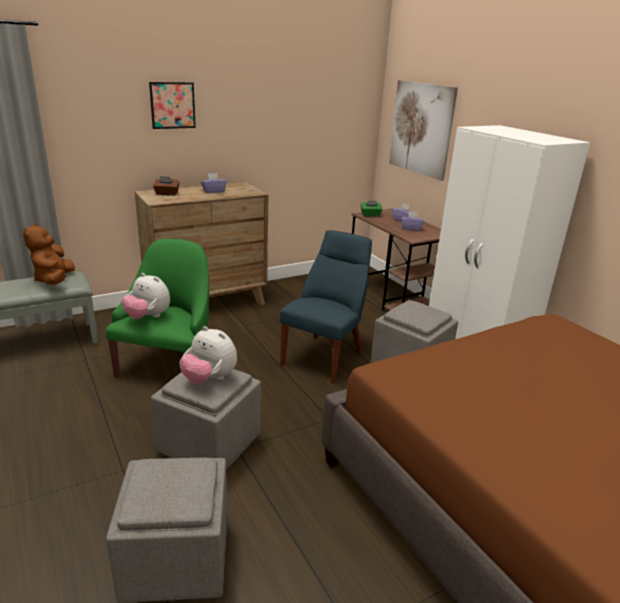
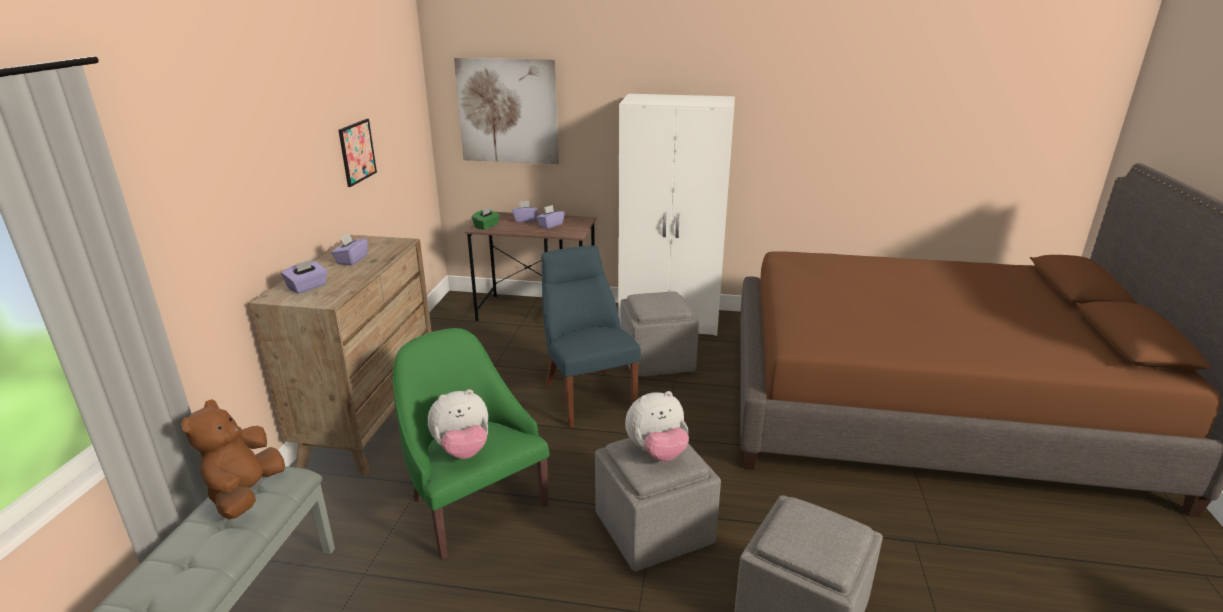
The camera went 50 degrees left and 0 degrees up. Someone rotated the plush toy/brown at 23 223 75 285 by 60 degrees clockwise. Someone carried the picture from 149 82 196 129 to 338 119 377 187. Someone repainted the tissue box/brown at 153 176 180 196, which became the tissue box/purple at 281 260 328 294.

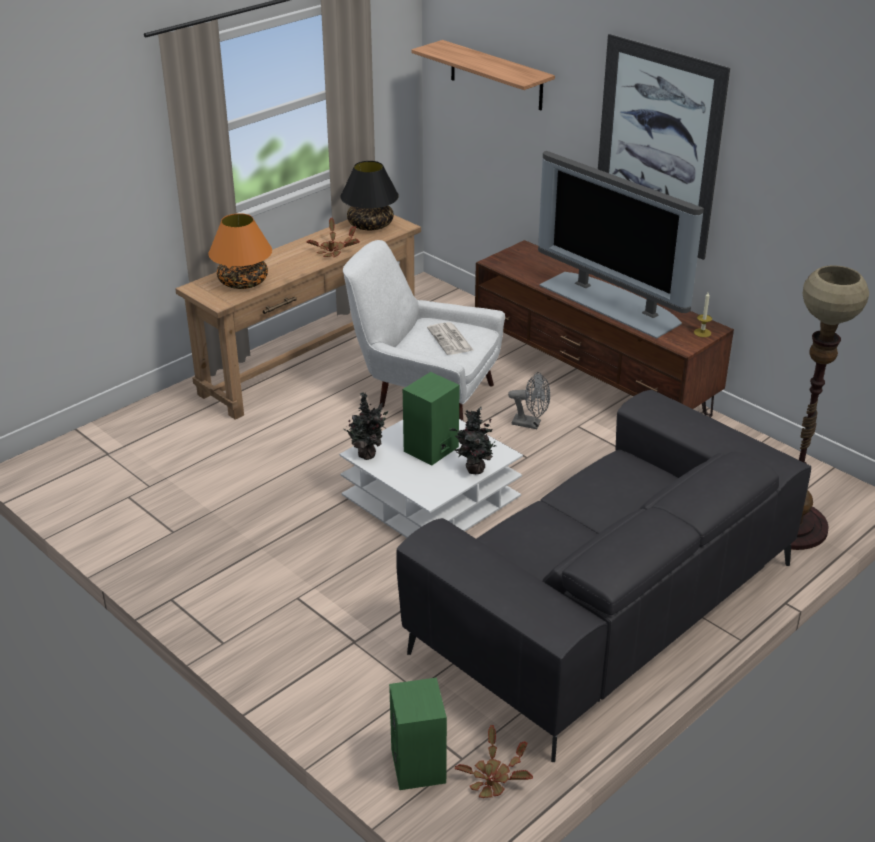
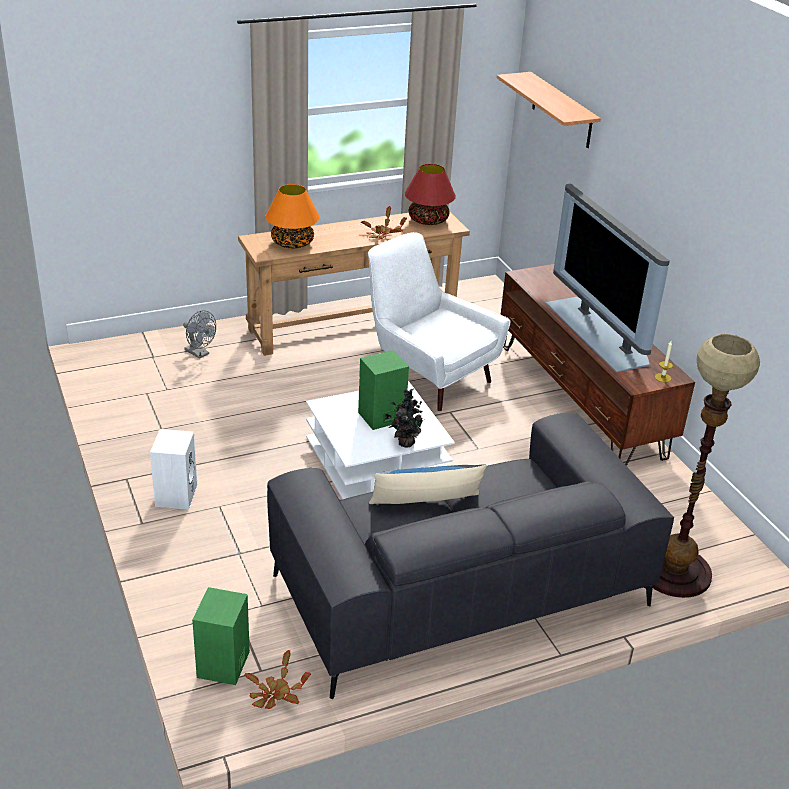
The camera went 20 degrees right and 0 degrees up. Someone repainted the table lamp/black at 340 161 399 230, which became the table lamp/red at 405 164 456 225. Someone took away the potted plant at 344 392 388 460. Someone took away the newspaper at 427 322 473 355. Someone carried the fan/grey from 508 372 550 429 to 183 310 216 359. Someone took away the picture at 598 34 730 260. Someone put down the speaker/white at 150 429 198 510. Someone put down the pillow at 369 464 486 504.

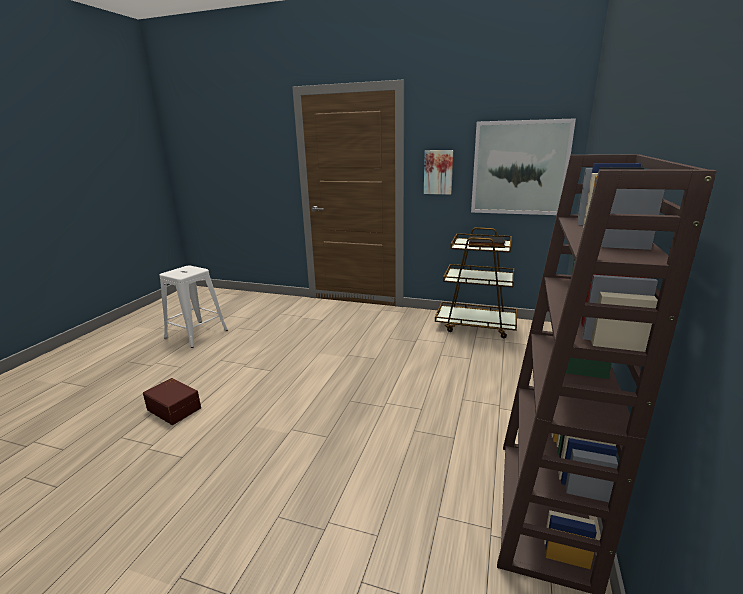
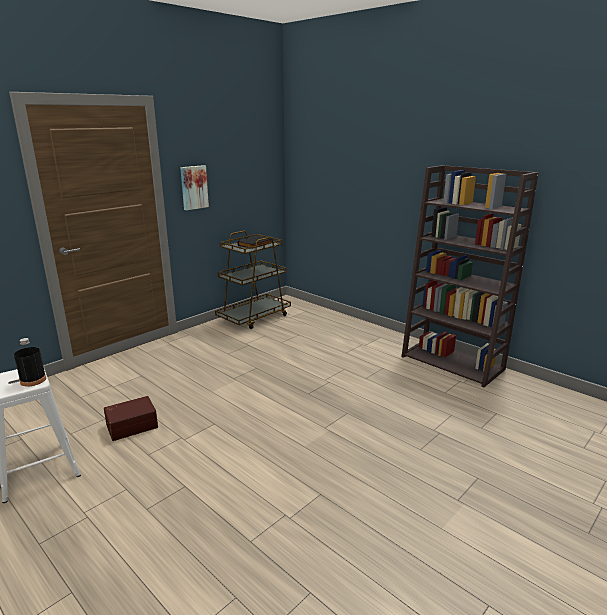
The camera went 65 degrees left and 0 degrees up. Someone carried the storage box/brown from 143 378 201 425 to 104 396 158 441. Someone took away the picture at 471 118 576 215. Someone put down the bottle/black at 14 338 46 387.

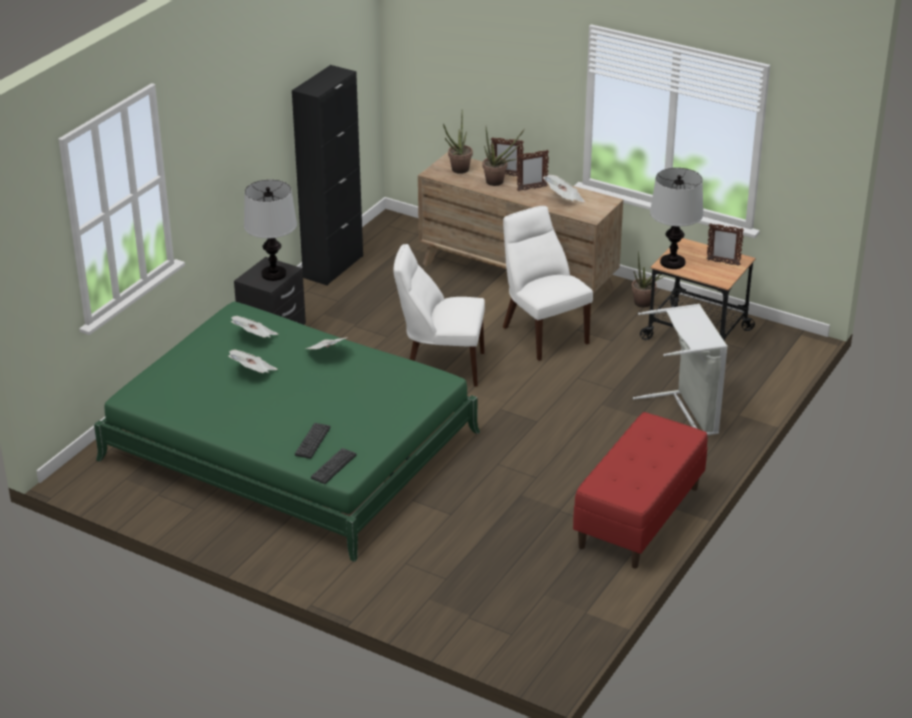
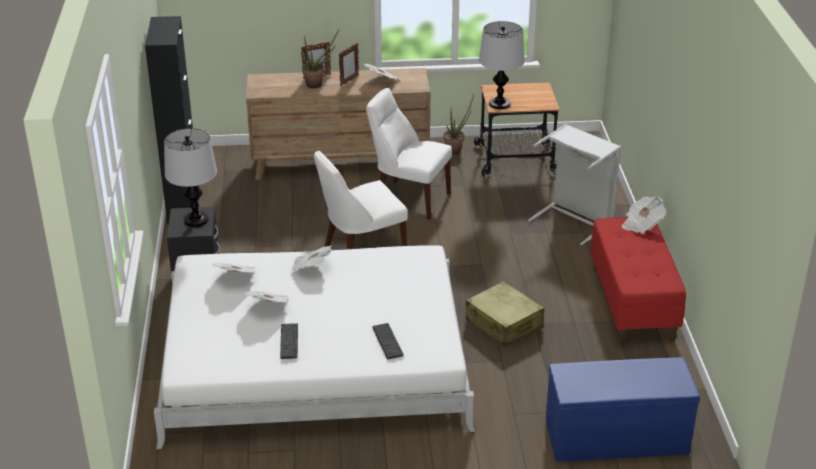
The camera went 35 degrees left and 0 degrees up. Someone repainted the bed/green at 94 302 480 562, which became the bed/white at 154 245 475 449. Someone carried the keyboard from 311 448 356 484 to 280 323 298 359. Someone took away the potted plant at 443 112 473 174. Someone took away the picture frame at 707 224 744 266. Someone put down the suitcase/beige at 466 281 544 347. Someone put down the bench/blue at 546 357 700 462. Someone put down the newspaper at 622 196 666 234.

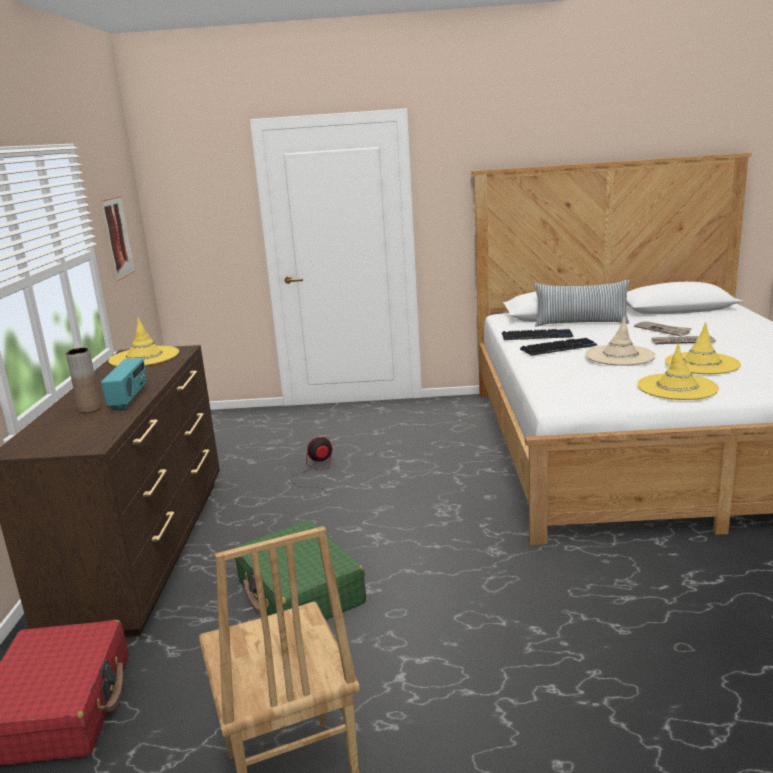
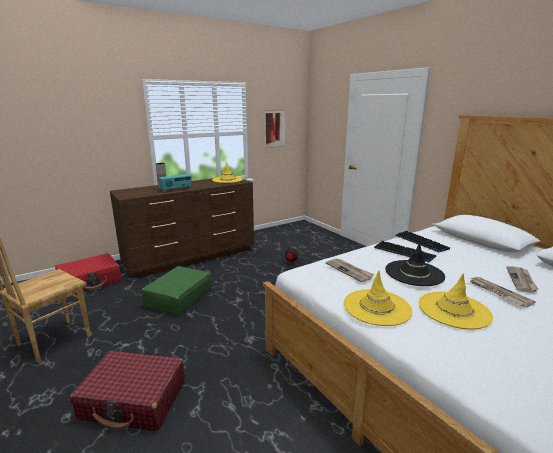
The camera went 55 degrees right and 0 degrees up. Someone took away the pillow at 534 280 629 326. Someone repainted the hat/beige at 585 317 656 366, which became the hat/black at 385 242 445 286. Someone put down the suitcase/red at 70 351 185 431. Someone put down the newspaper at 326 259 375 282.

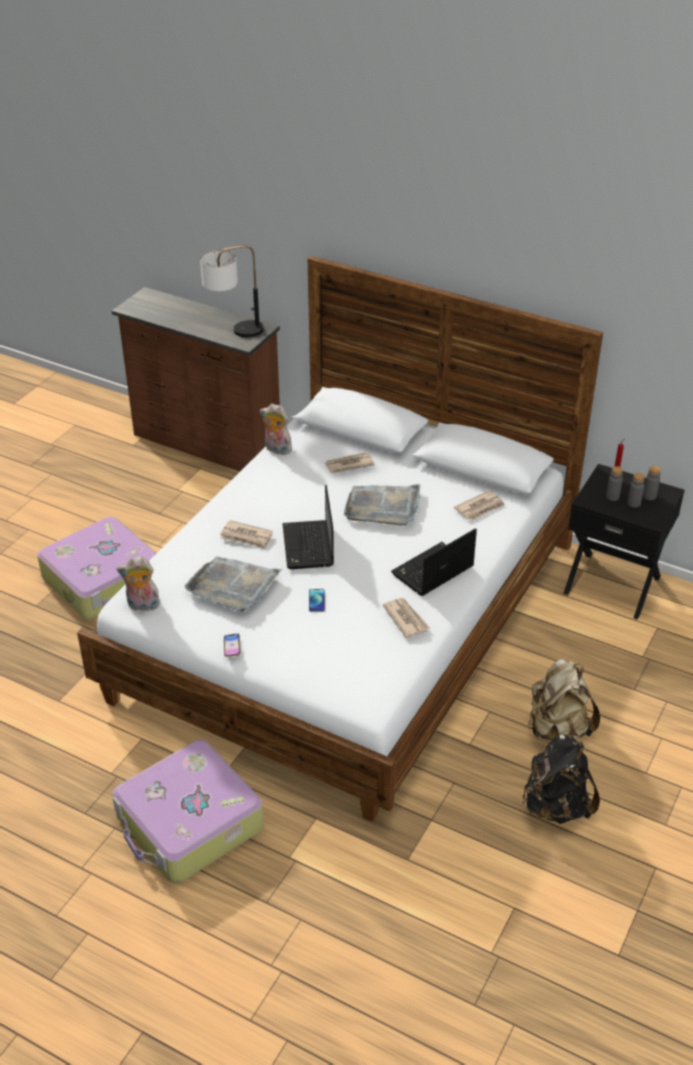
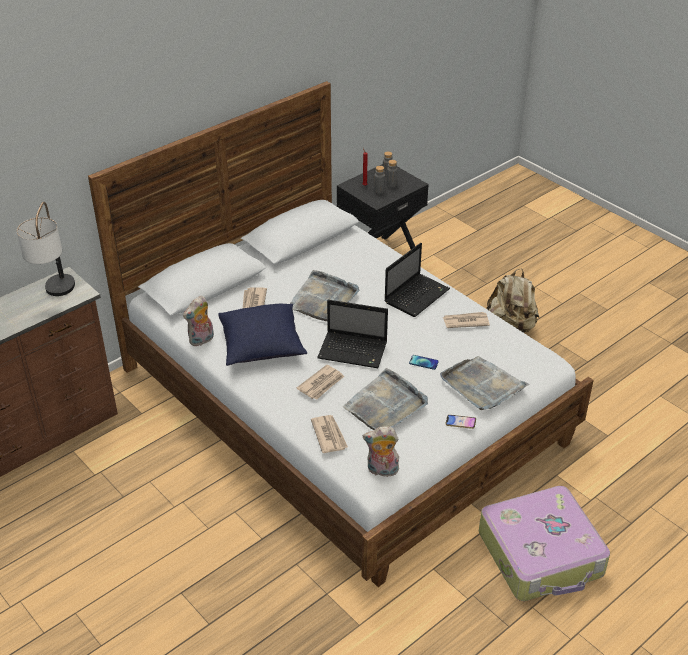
The camera went 70 degrees left and 0 degrees up. Someone took away the suitcase at 37 517 156 620. Someone rotated the plush toy at 117 557 160 611 by 75 degrees clockwise. Someone rotated the laptop at 391 528 477 596 by 120 degrees counterclockwise. Someone carried the newspaper from 454 490 505 521 to 311 415 348 453. Someone took away the backpack/black at 522 734 600 824. Someone put down the pillow/blue at 218 304 307 366. Someone put down the tray/grey at 440 356 530 410.

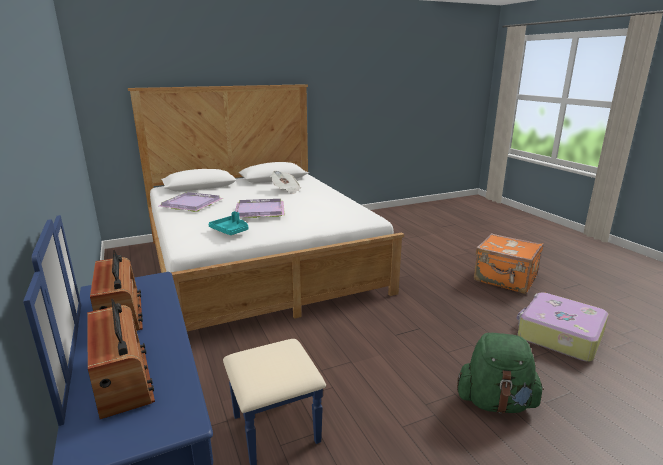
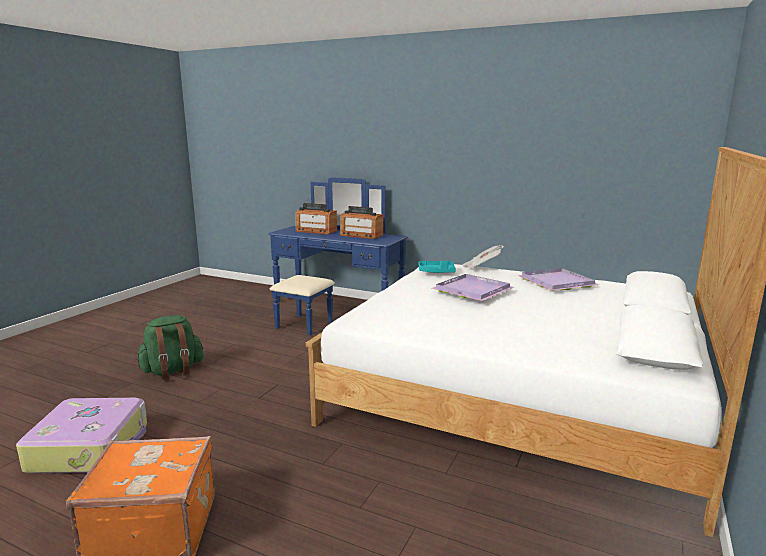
The camera went 140 degrees right and 5 degrees down. Someone carried the newspaper from 270 171 301 194 to 463 245 504 268.

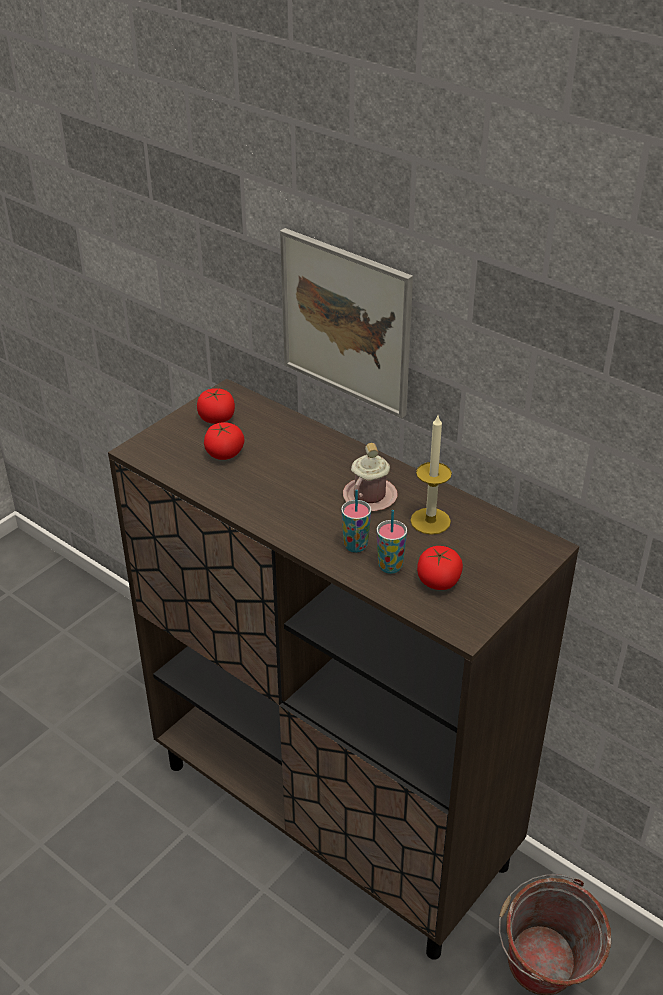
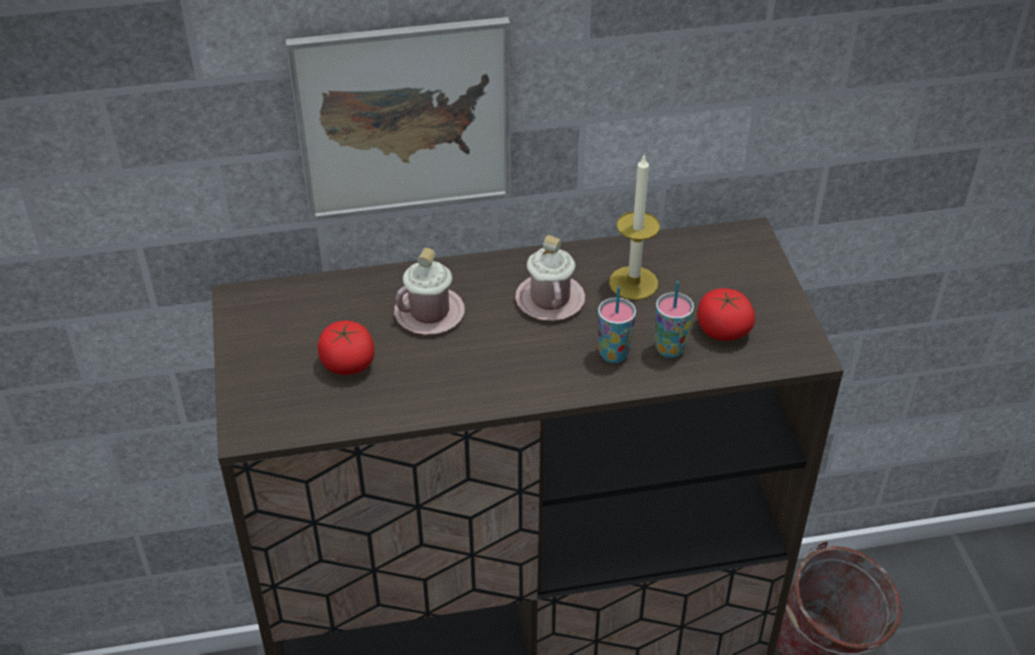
The camera went 50 degrees left and 5 degrees up. Someone took away the tomato at 197 388 235 424. Someone put down the mug/pink at 394 248 465 335.

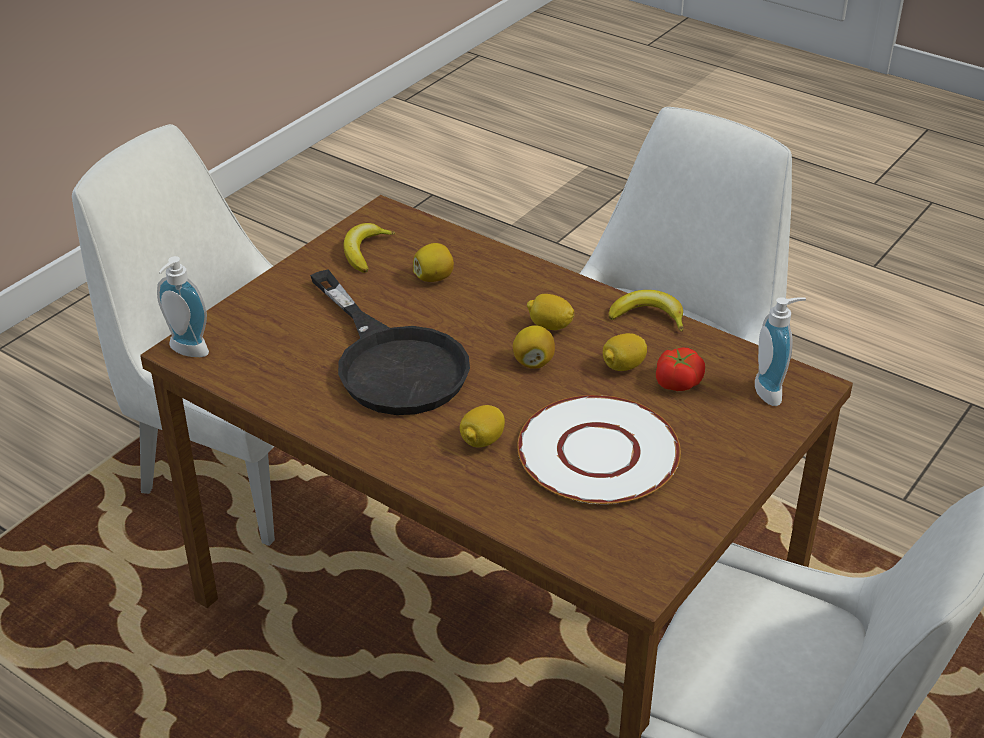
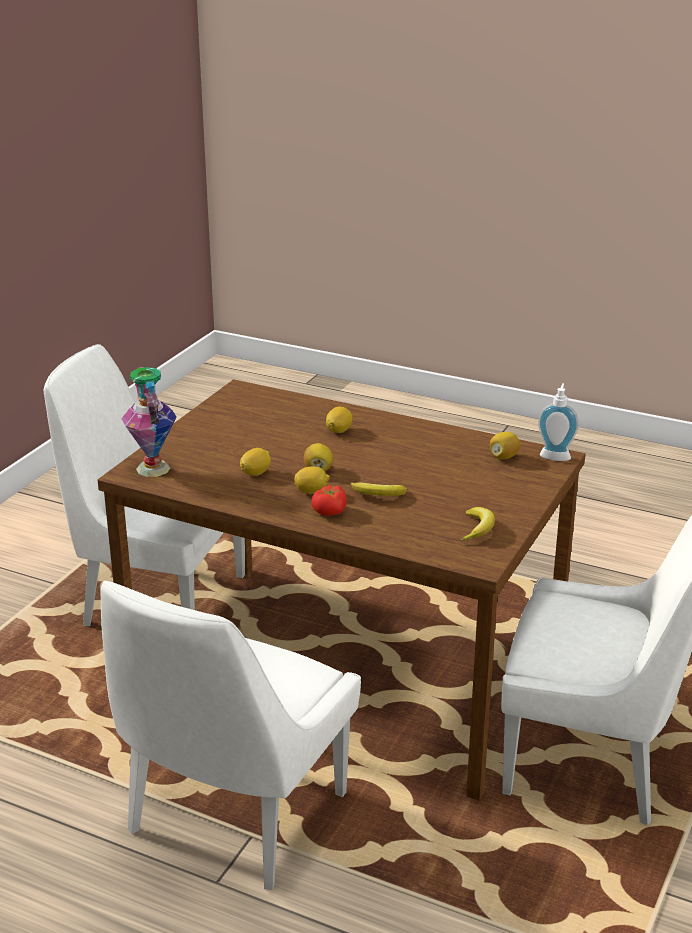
The camera went 170 degrees right and 10 degrees down. Someone took away the frying pan/black at 310 269 470 415. Someone carried the lemon from 413 243 454 282 to 490 432 520 459. Someone took away the plate/white at 517 395 681 504. Someone carried the banana from 608 290 683 332 to 351 483 407 496. Someone carried the tomato from 656 347 705 391 to 312 485 346 516. Someone swapped the soap dispenser at 755 297 806 406 for the vase at 121 367 177 477.

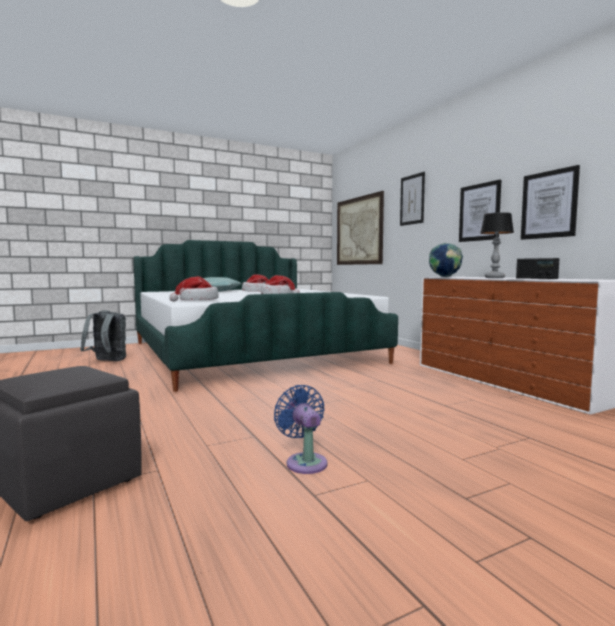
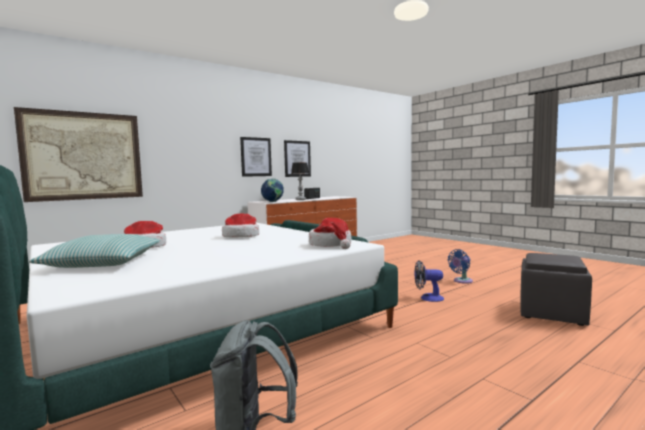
The camera went 100 degrees left and 0 degrees up. Someone took away the picture at 400 172 425 226. Someone put down the fan at 414 260 444 302.

